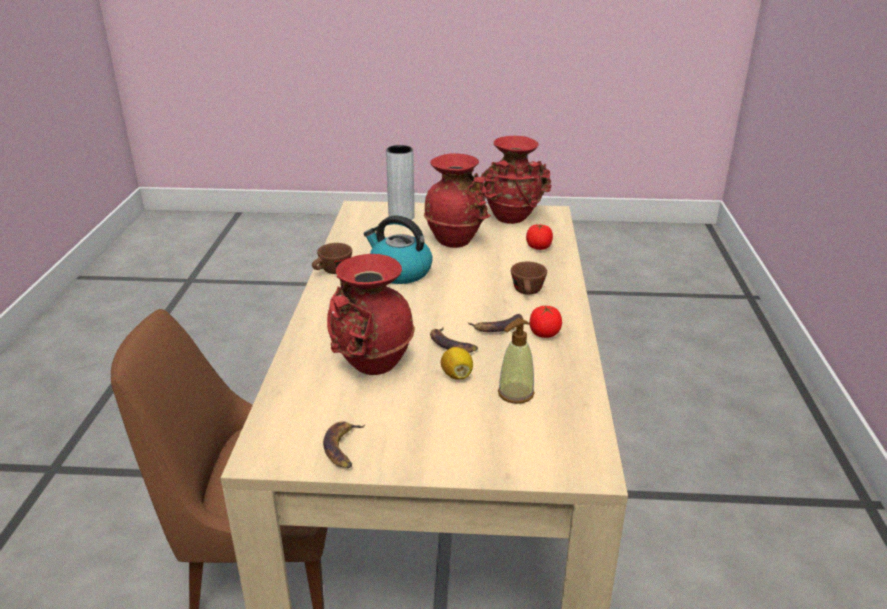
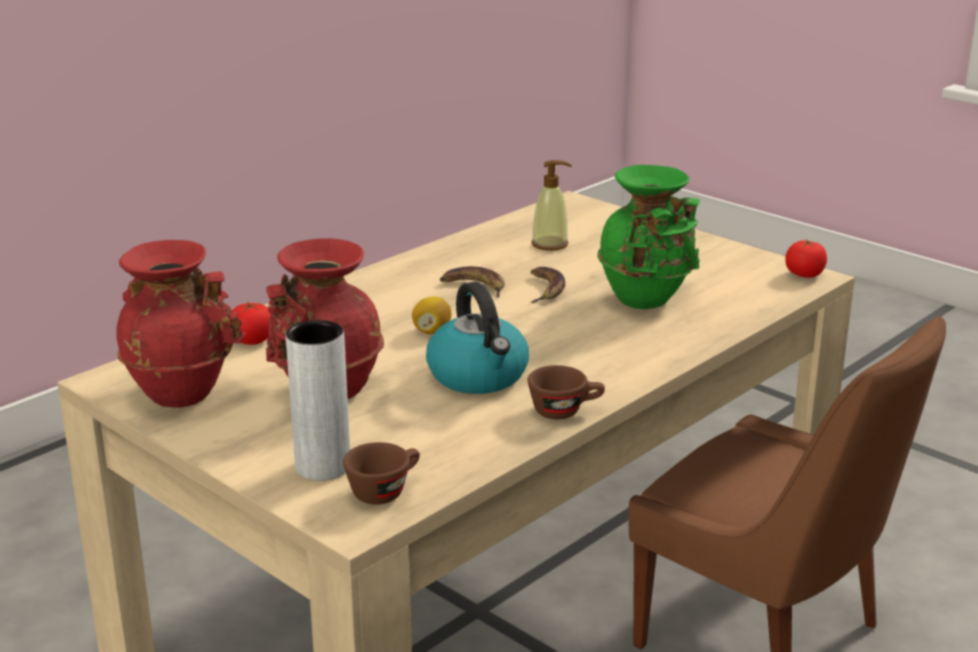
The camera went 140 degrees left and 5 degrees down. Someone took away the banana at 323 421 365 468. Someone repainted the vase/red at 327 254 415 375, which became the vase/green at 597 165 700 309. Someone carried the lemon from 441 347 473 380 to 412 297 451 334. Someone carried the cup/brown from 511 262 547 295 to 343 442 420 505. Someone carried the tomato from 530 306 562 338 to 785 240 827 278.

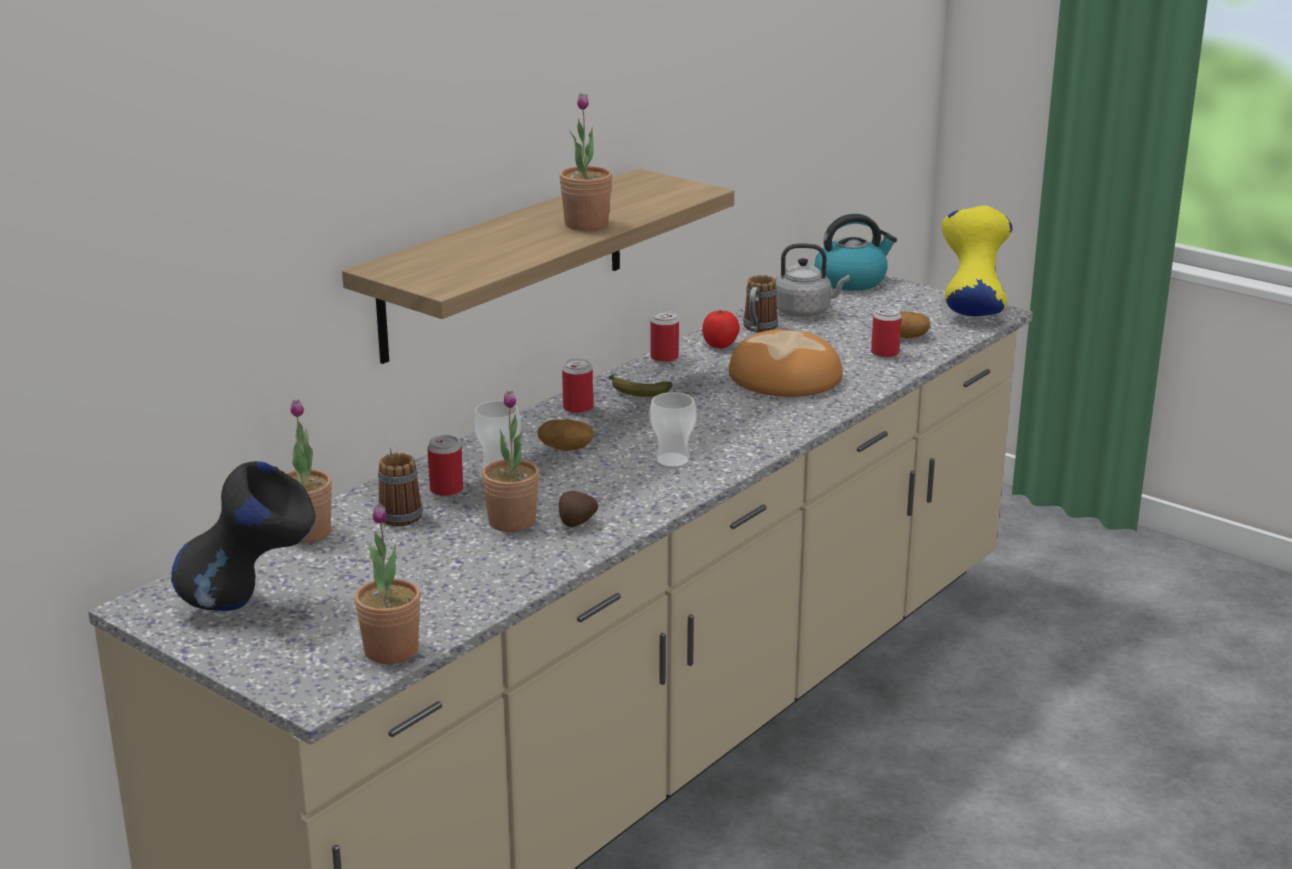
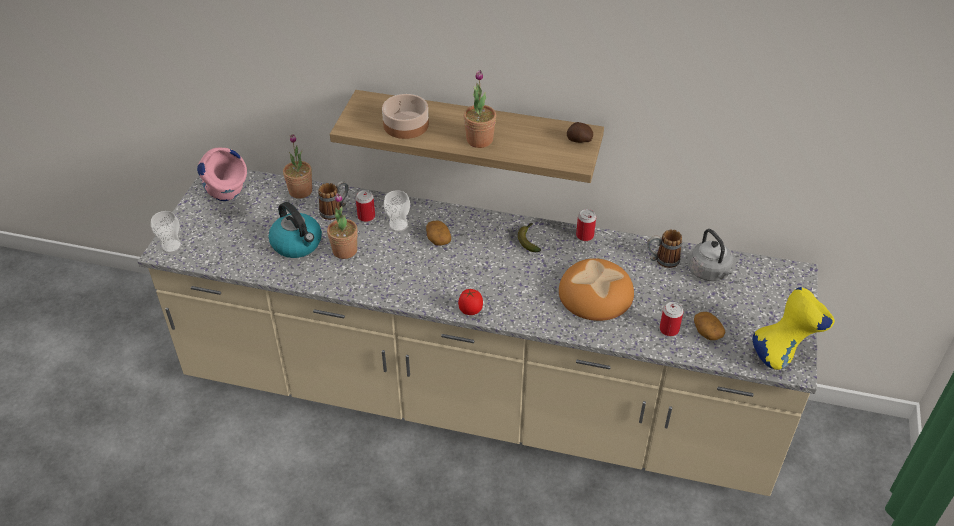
The camera went 65 degrees right and 20 degrees up. Someone repainted the vase/black at 171 461 315 611, which became the vase/pink at 197 148 247 201. Someone took away the potted plant at 354 503 421 664. Someone carried the potato from 559 491 598 527 to 567 122 593 143. Someone took away the can at 562 358 593 414. Someone carried the cup from 649 392 697 468 to 151 211 181 253. Someone carried the tomato from 702 310 740 349 to 458 289 483 315. Someone carried the kettle from 815 214 897 291 to 268 202 322 258. Someone put down the bowl at 382 94 429 139.

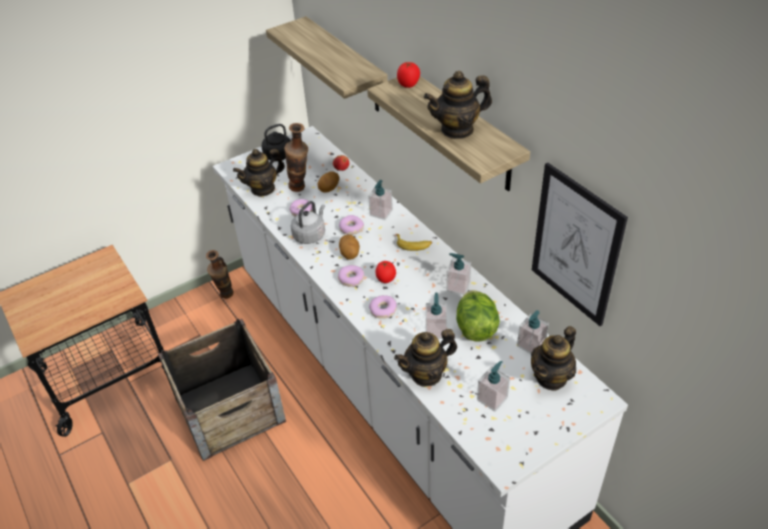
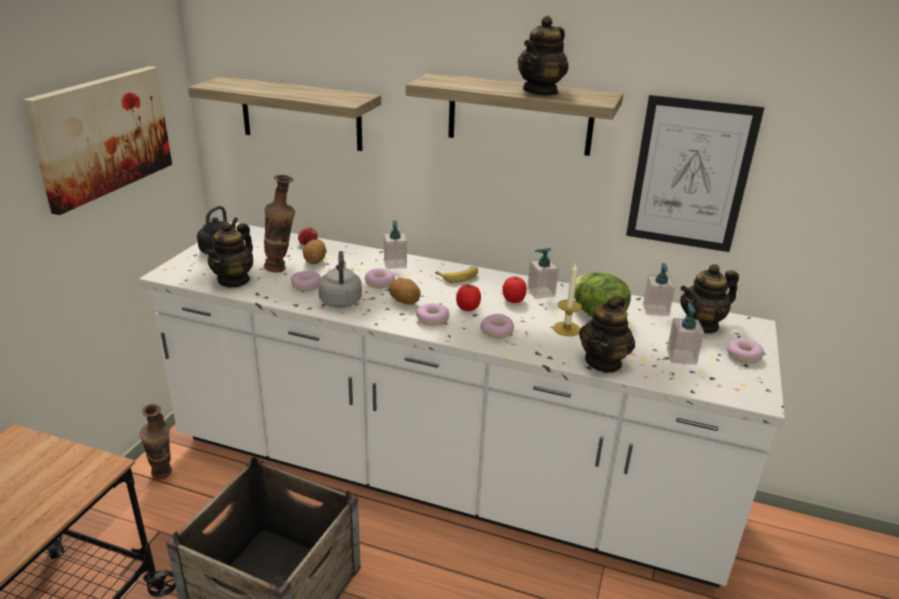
The camera went 40 degrees left and 15 degrees down. Someone carried the tomato from 397 62 420 88 to 502 277 527 303. Someone swapped the soap dispenser at 426 292 447 339 for the candle at 553 262 582 336. Someone rotated the teapot at 531 326 576 391 by 60 degrees clockwise. Someone put up the picture at 23 66 172 215. Someone put down the donut at 727 339 764 363.

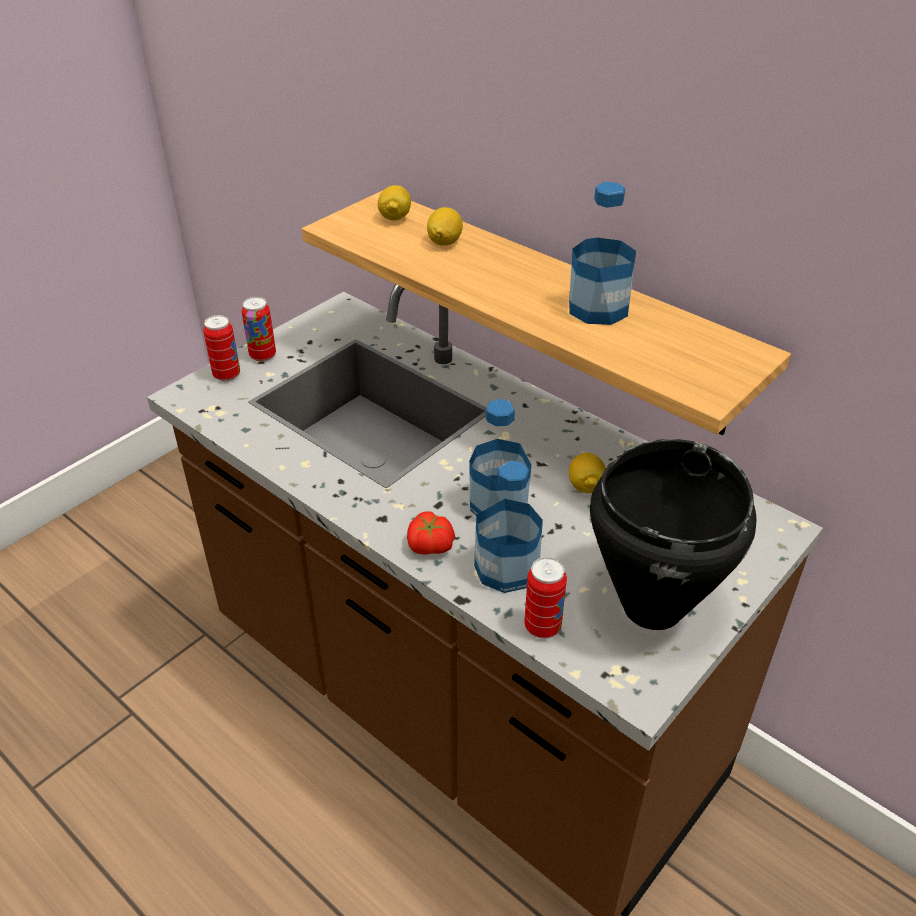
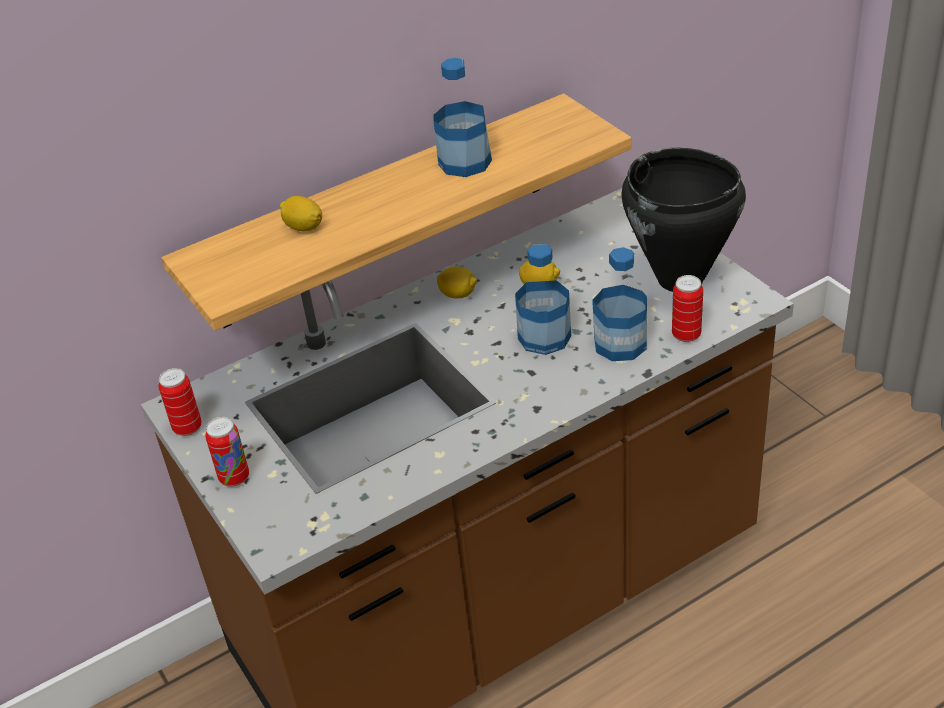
The camera went 70 degrees left and 0 degrees up. Someone carried the can from 203 315 240 381 to 158 368 202 436. Someone carried the lemon from 378 185 411 221 to 437 267 477 299. Someone took away the tomato at 407 511 455 555.

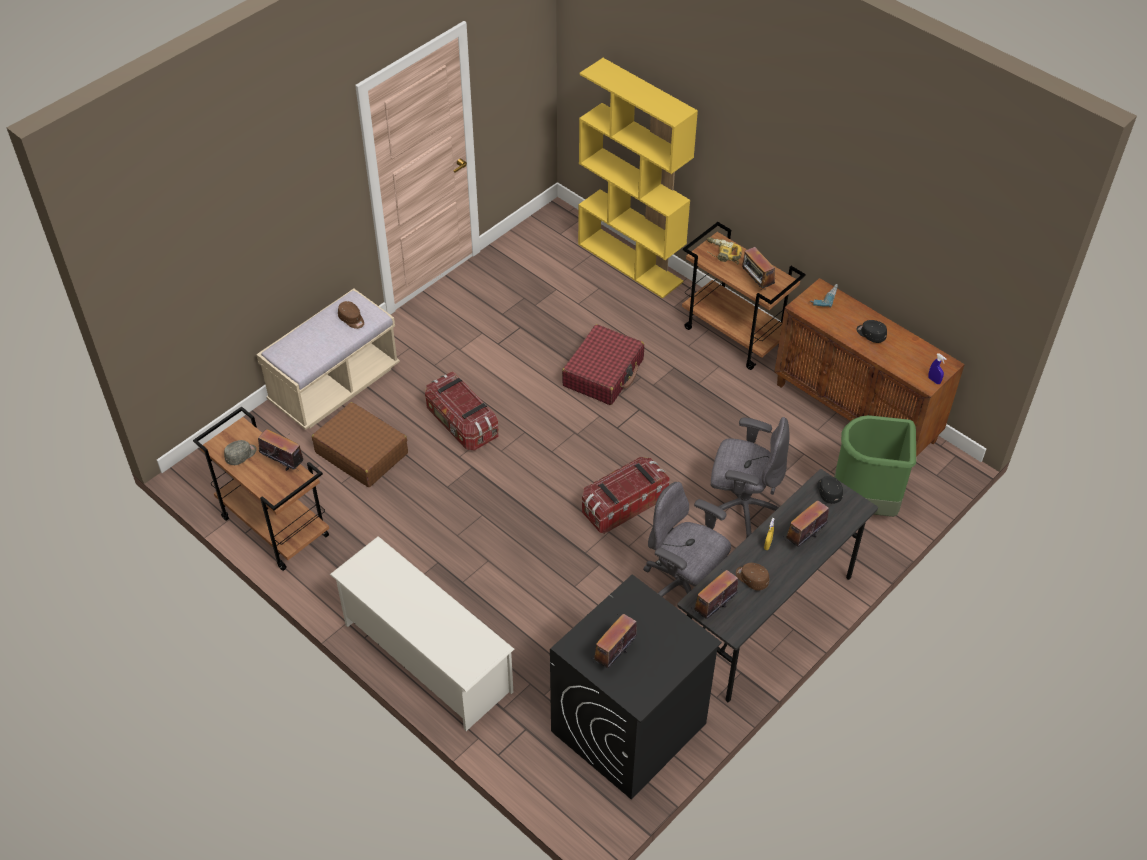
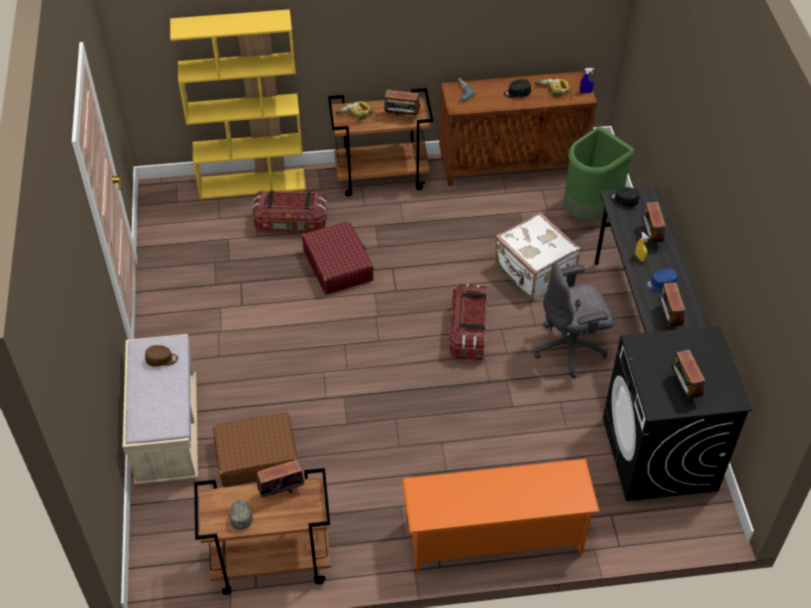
The camera went 50 degrees left and 0 degrees up. Someone repainted the shoe rack/white at 330 536 514 731, which became the shoe rack/orange at 402 459 600 572. Someone carried the storage box from 425 372 499 450 to 252 190 327 233. Someone swapped the office chair/grey at 711 417 790 538 for the suitcase/white at 494 212 580 301. Someone repainted the cap/brown at 736 563 769 590, which became the cap/blue at 646 268 677 290. Someone put down the power drill at 534 79 573 97.

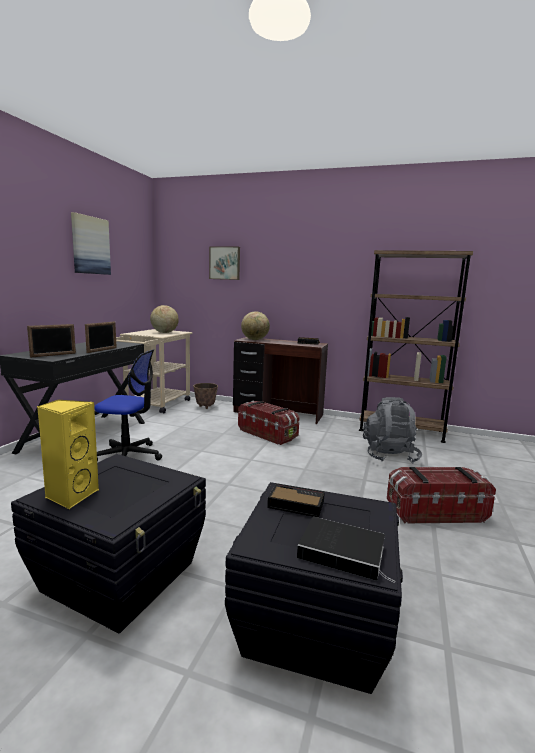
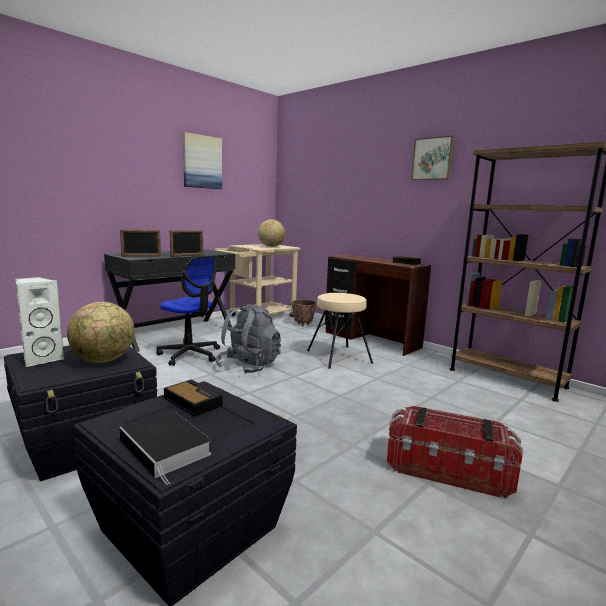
The camera went 25 degrees right and 0 degrees up. Someone repainted the speaker/yellow at 37 399 99 509, which became the speaker/white at 15 277 65 367. Someone carried the picture from 209 246 240 280 to 411 136 455 180. Someone swapped the storage box at 238 401 299 445 for the stool/beige at 307 293 373 369. Someone carried the globe from 241 312 270 340 to 67 302 135 363. Someone carried the backpack/grey from 363 397 422 463 to 215 304 281 374.

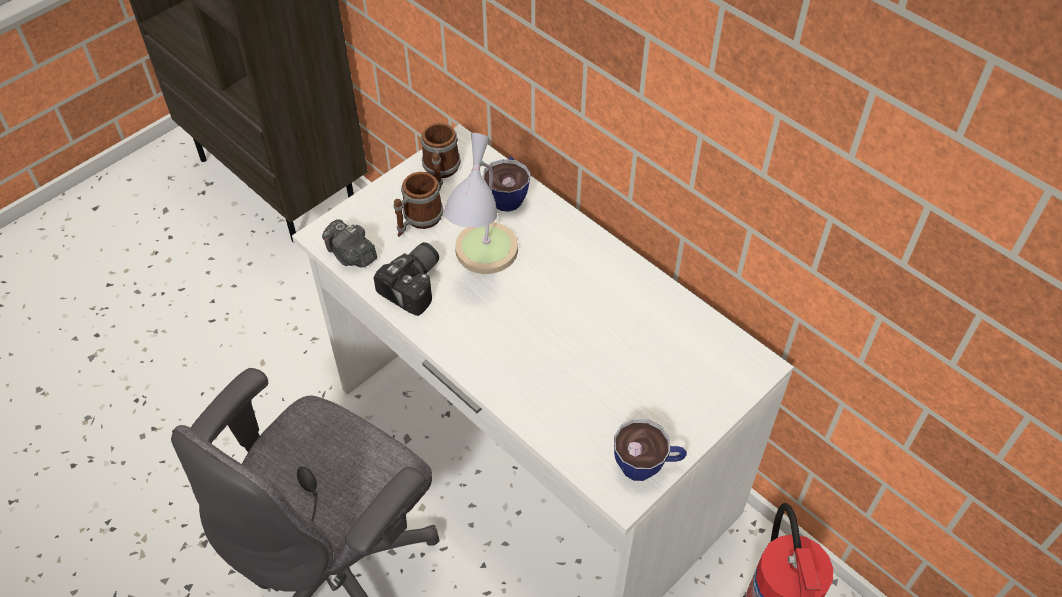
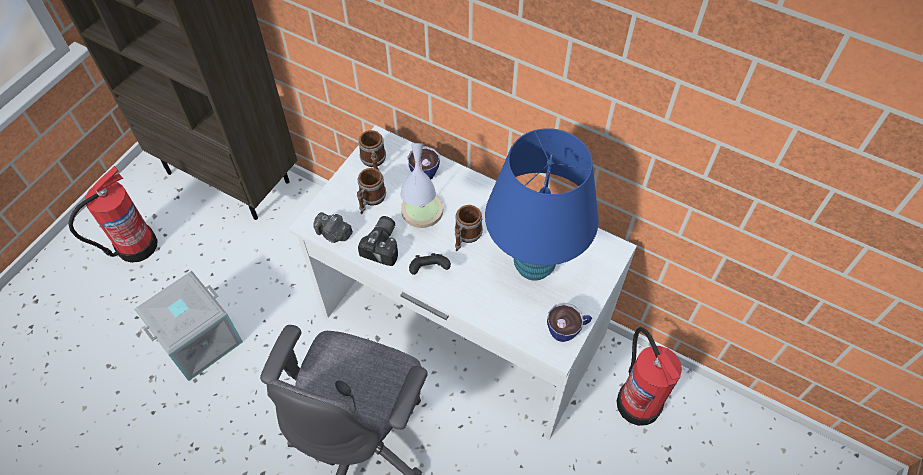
The camera went 15 degrees left and 5 degrees up. Someone put down the fire extinguisher at 68 166 158 263. Someone put down the storage box/grey at 134 271 243 381. Someone put down the game controller/black at 409 253 451 275. Someone put down the mug at 455 205 483 251. Someone put down the table lamp/blue at 485 128 599 280.

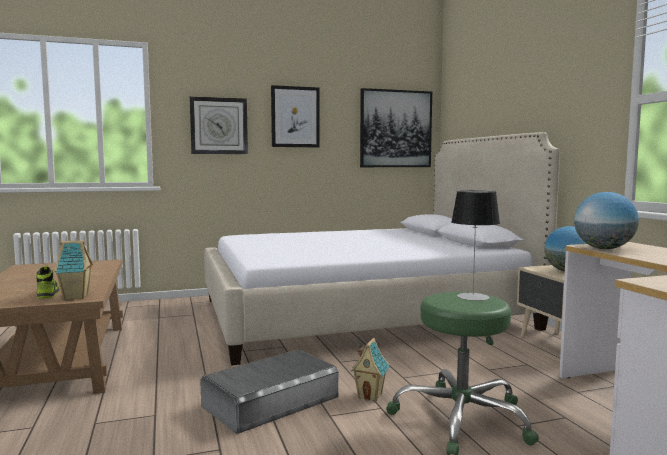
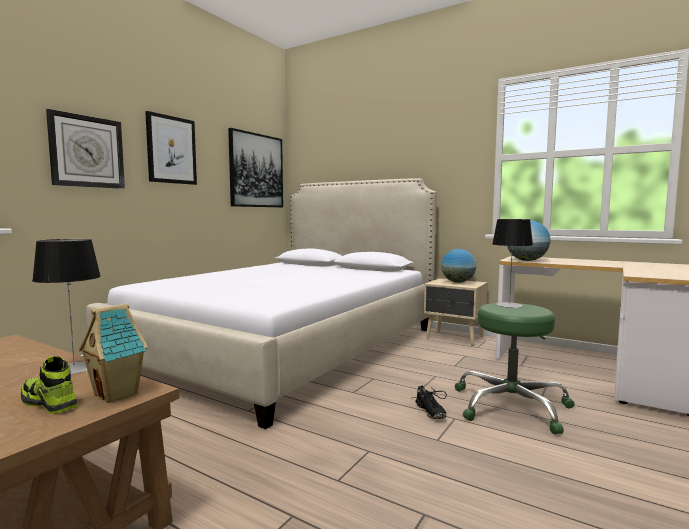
The camera went 40 degrees left and 0 degrees up. Someone took away the storage box/grey at 200 350 339 434. Someone swapped the toy house at 351 338 390 402 for the shoe/black at 413 385 447 419. Someone put down the table lamp at 32 239 101 374.

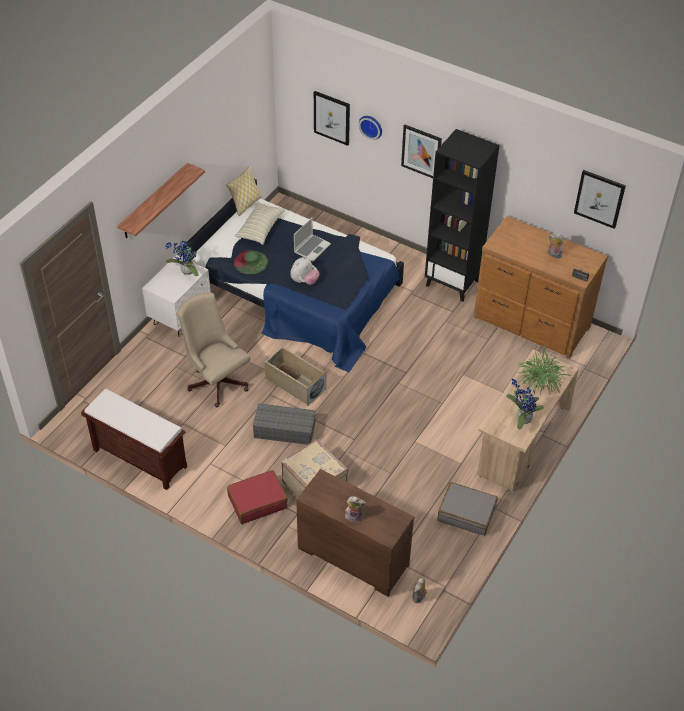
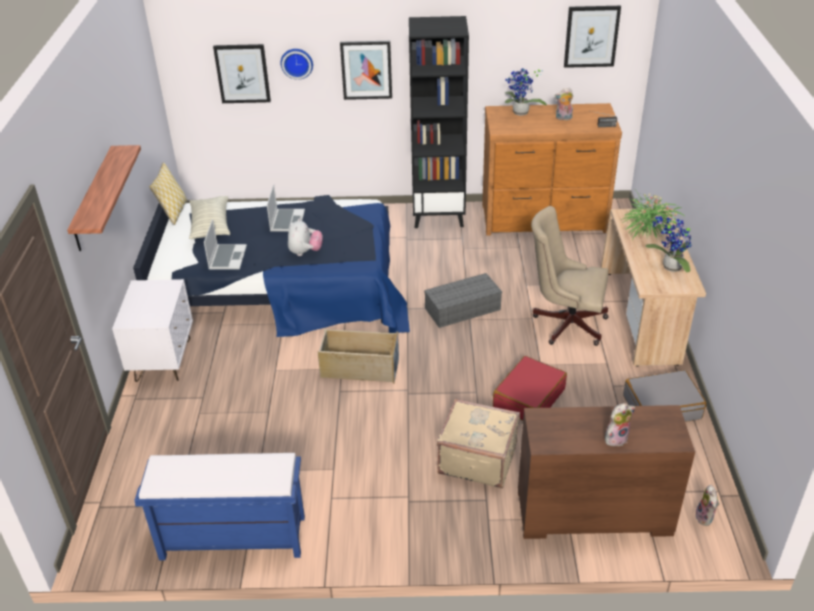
The camera went 30 degrees left and 10 degrees down. Someone repainted the bench/brown at 81 389 187 490, which became the bench/blue at 134 453 305 560. Someone carried the potted plant from 165 239 199 276 to 505 69 547 116. Someone carried the office chair/beige from 177 292 250 407 to 531 206 609 346. Someone carried the suitcase/red from 227 470 288 524 to 493 356 567 420. Someone swapped the hat/green at 234 250 268 274 for the laptop at 204 219 247 270. Someone carried the storage box/grey from 253 403 316 445 to 424 273 502 328.

